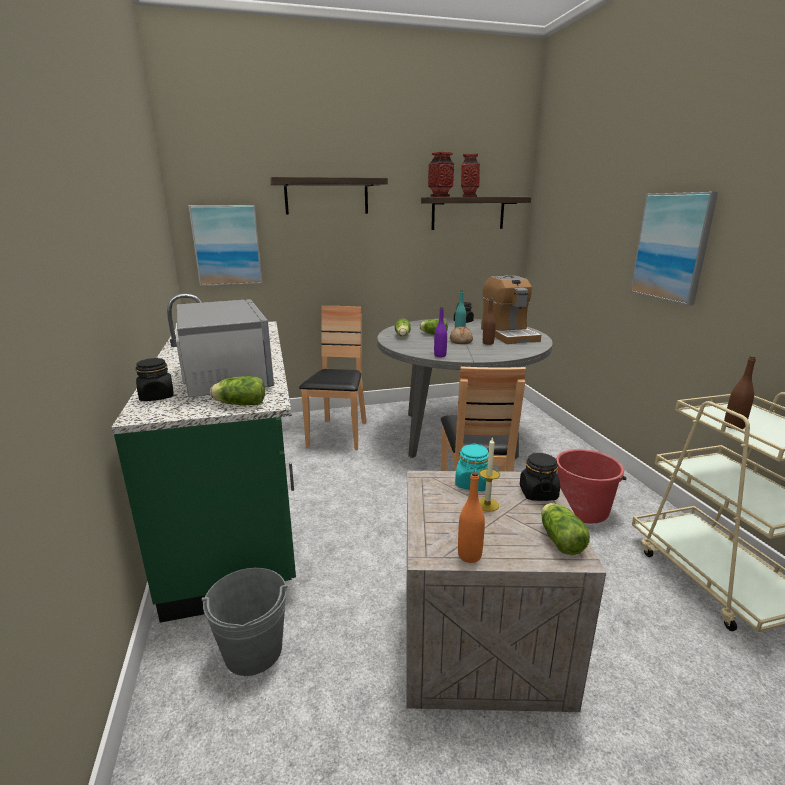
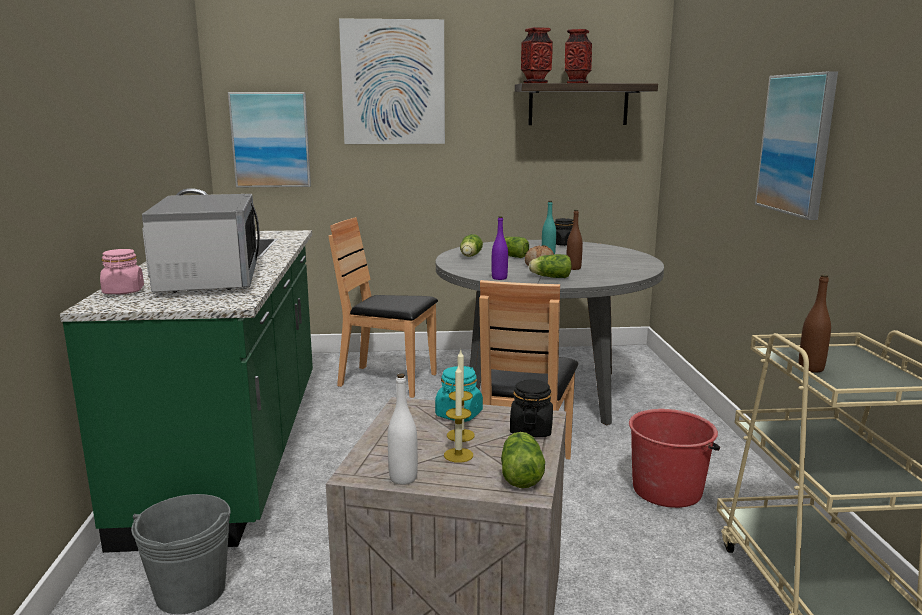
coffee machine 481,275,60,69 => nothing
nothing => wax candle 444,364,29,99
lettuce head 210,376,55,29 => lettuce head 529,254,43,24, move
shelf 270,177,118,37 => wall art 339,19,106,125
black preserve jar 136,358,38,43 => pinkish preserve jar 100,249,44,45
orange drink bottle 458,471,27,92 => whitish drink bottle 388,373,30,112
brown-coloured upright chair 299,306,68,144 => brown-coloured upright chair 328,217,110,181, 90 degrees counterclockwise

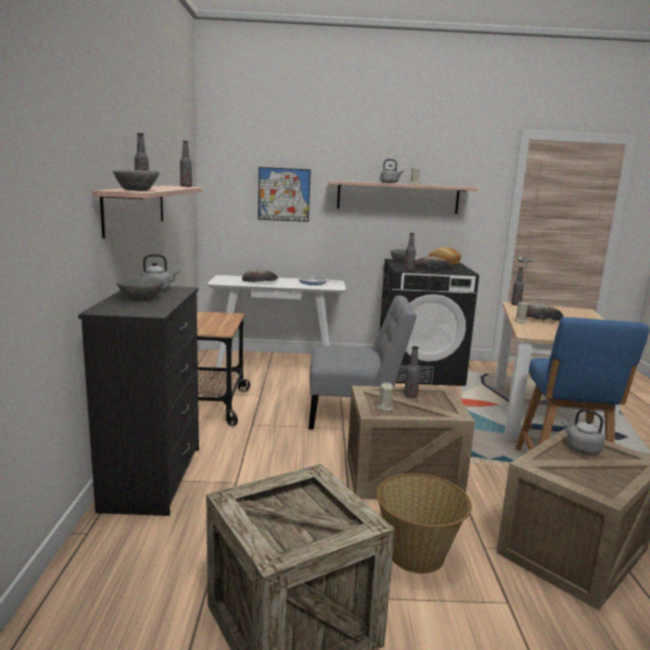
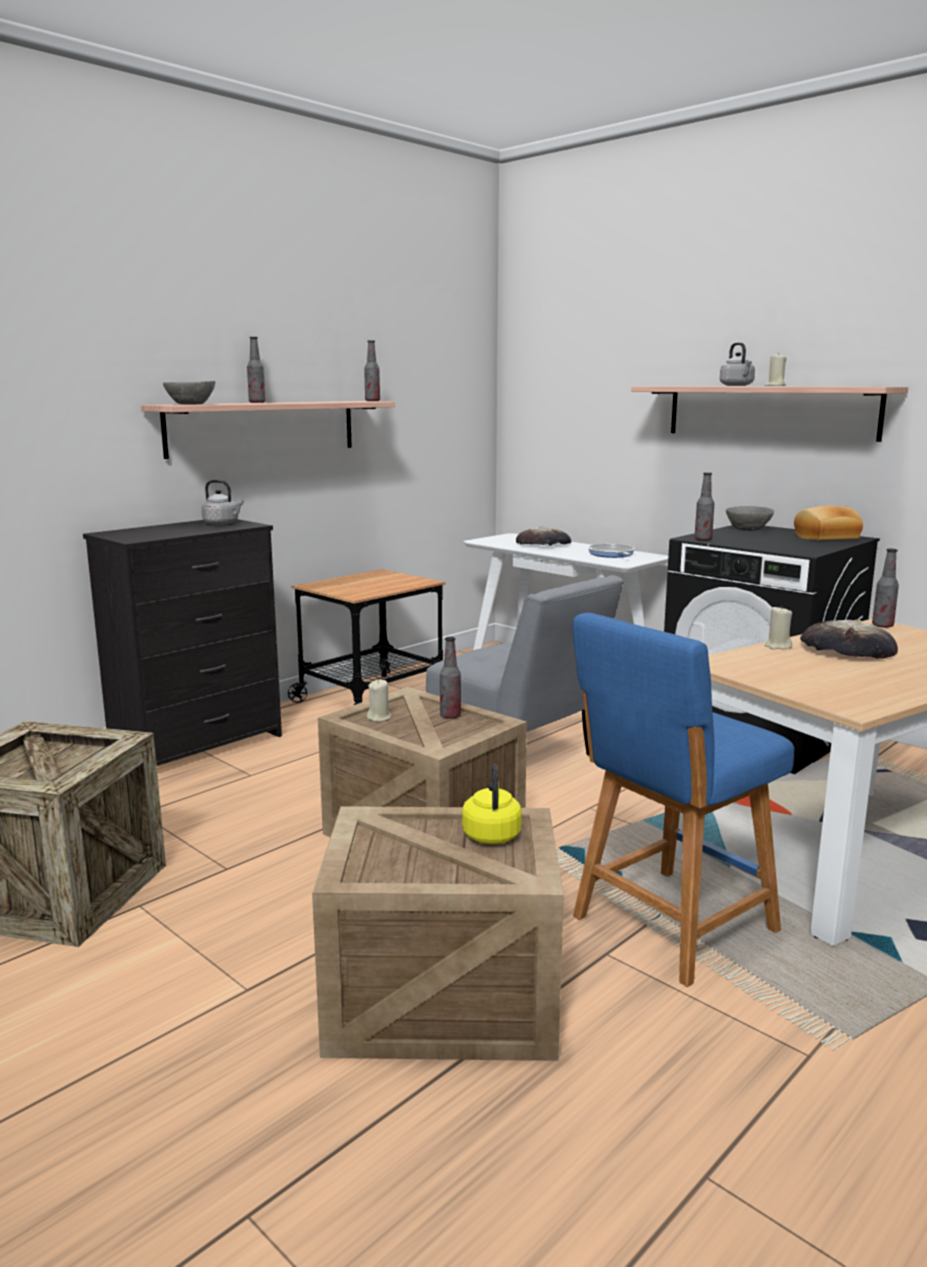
grey deep dish 116,276,48,25 => nothing
wall art 258,167,53,55 => nothing
household basket 377,473,95,101 => nothing
bread 414,256,38,14 => nothing
grey tea kettle 562,409,43,45 => yellow tea kettle 462,764,60,80

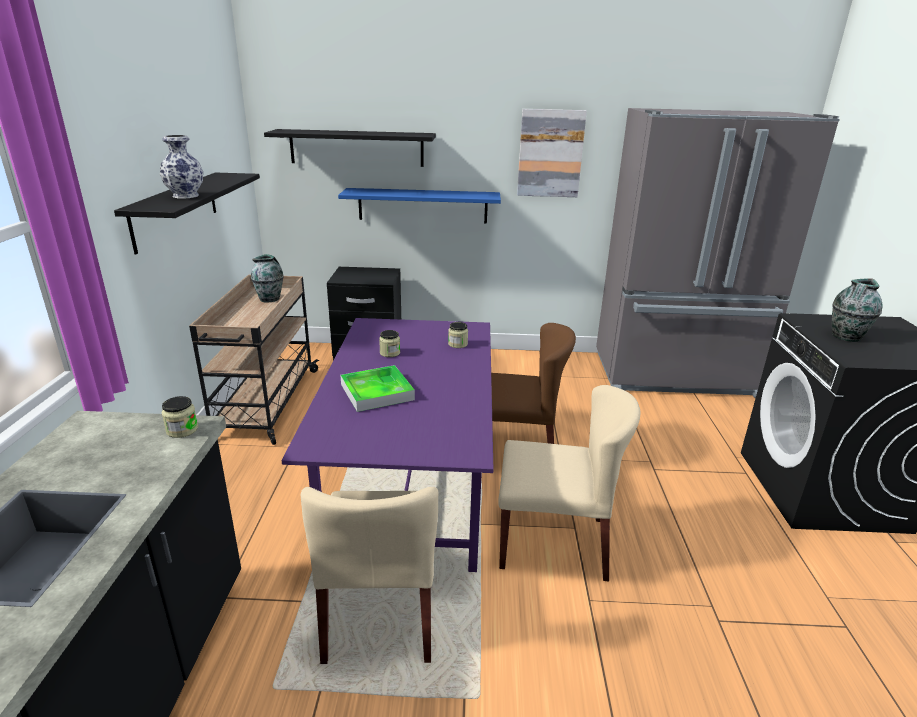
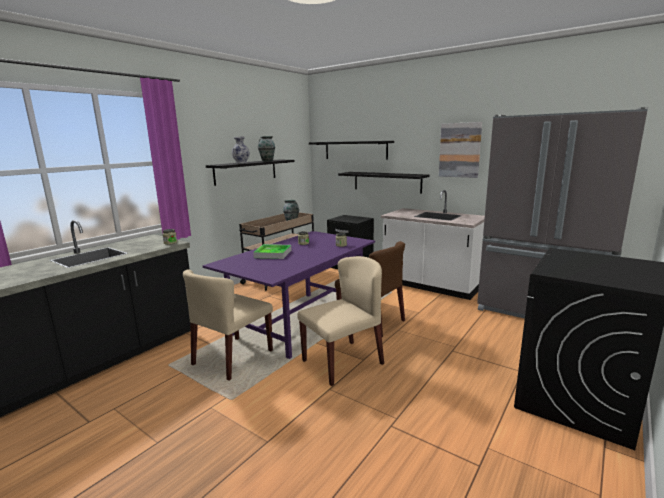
nothing => whitish counter 381,190,104,110
flower vase 832,278,50,64 => flower vase 258,136,17,25, move
blue-coloured shelf 338,188,163,35 => black shelf 338,172,91,22
beige-coloured upright chair 498,385,142,197 => beige-coloured upright chair 297,256,87,130, 75 degrees counterclockwise

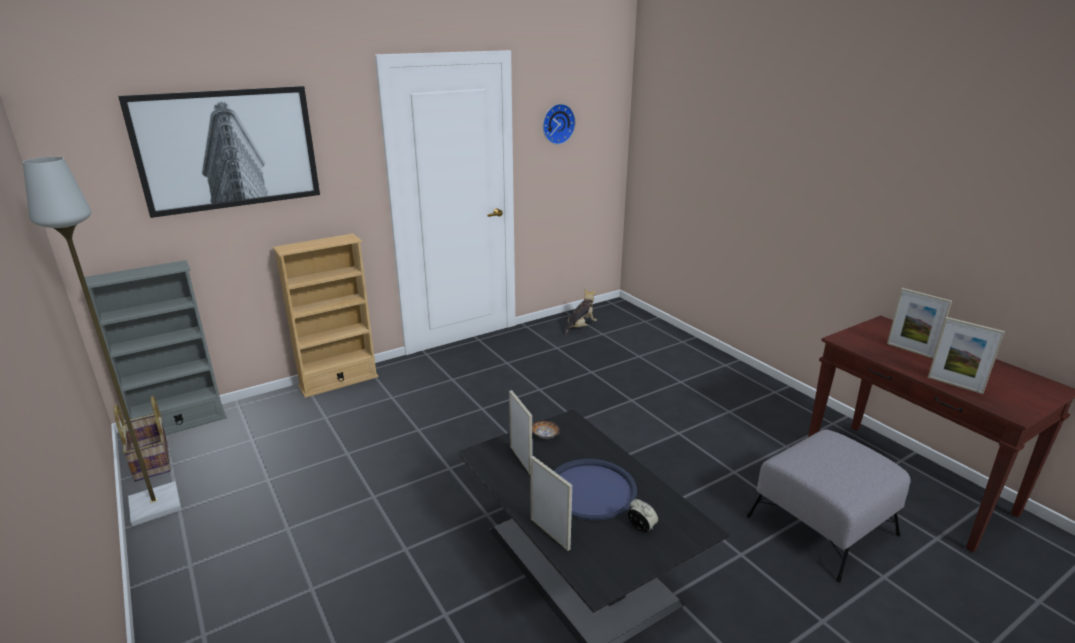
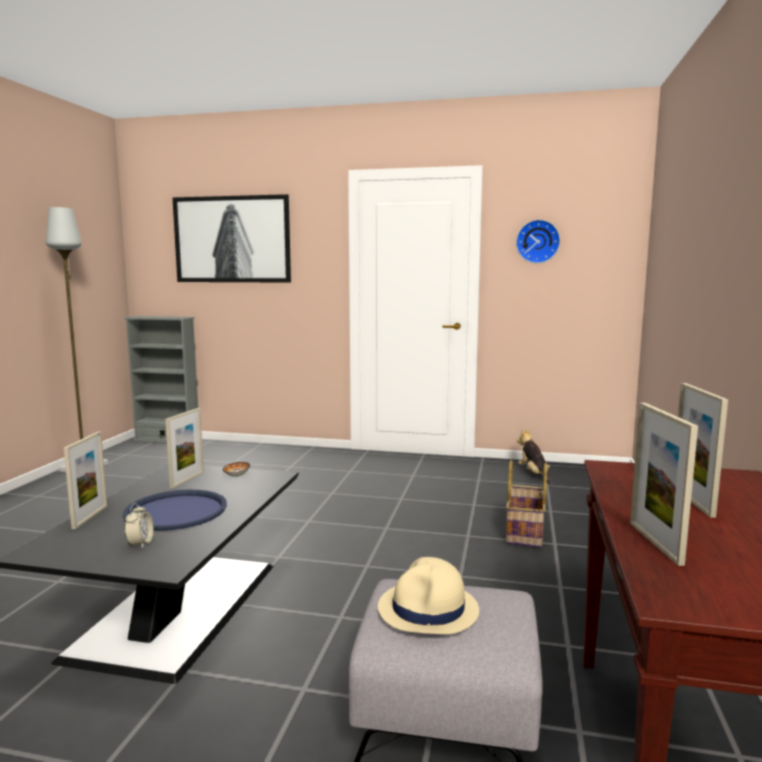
beige-coloured bookshelf 273,234,105,164 => nothing
nothing => beige-coloured wearable hat 378,557,101,77
household basket 114,396,57,86 => household basket 506,460,41,87, move
soft toy 565,289,32,47 => soft toy 517,429,36,55, 105 degrees counterclockwise

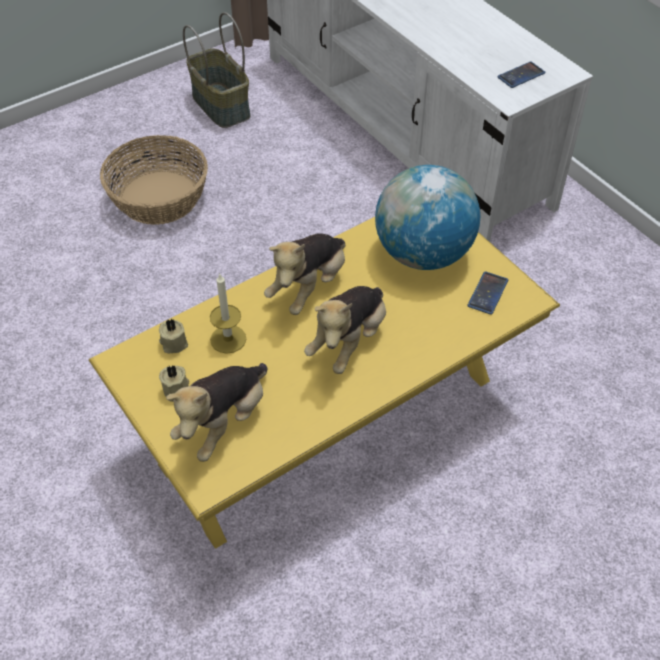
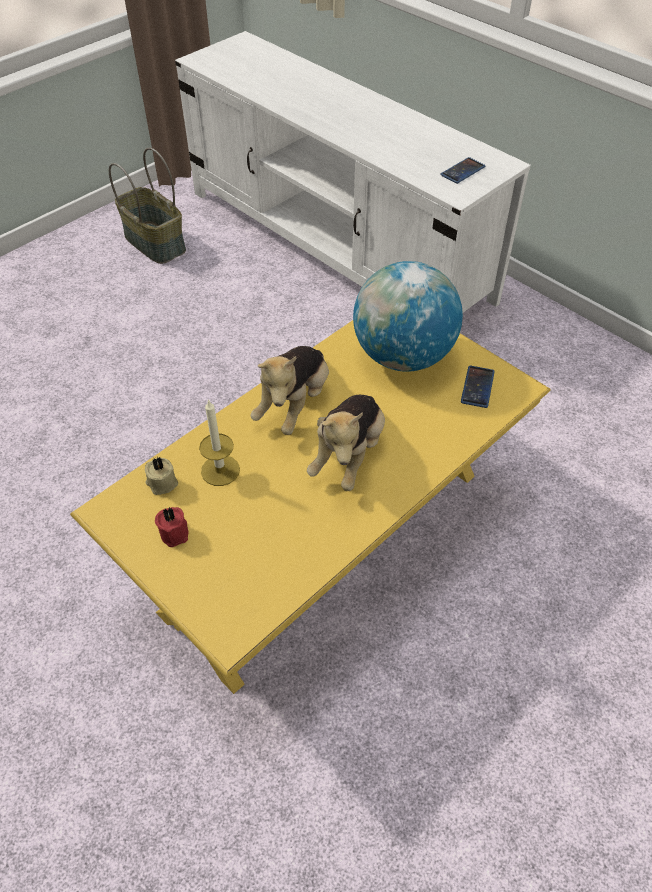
household basket 100,135,108,90 => nothing
soft toy 166,363,102,99 => nothing
beige-coloured wax candle 159,365,30,37 => red-coloured wax candle 155,507,33,40

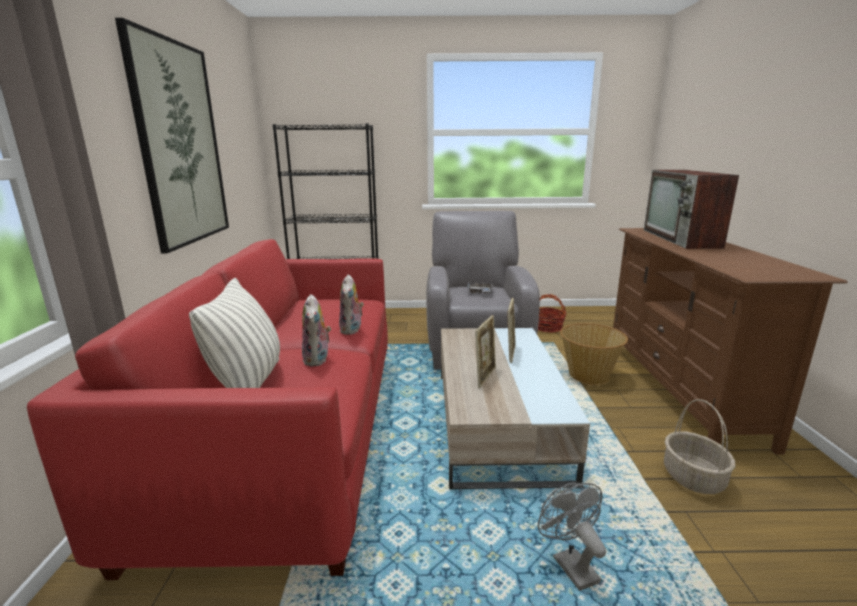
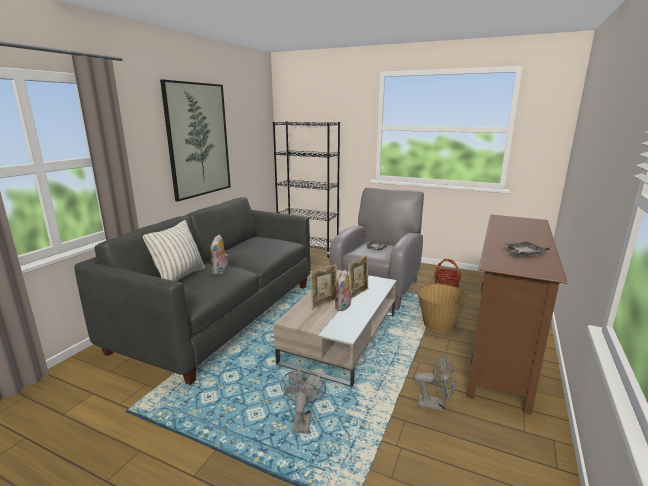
television 644,170,95,79 => nothing
nothing => grey carrying tray 506,241,44,16
soft toy 339,274,25,61 => soft toy 335,270,18,41, move
household basket 664,399,71,95 => grey electric fan 414,355,42,56
red-coloured sofa 27,239,361,341 => grey sofa 74,197,236,188

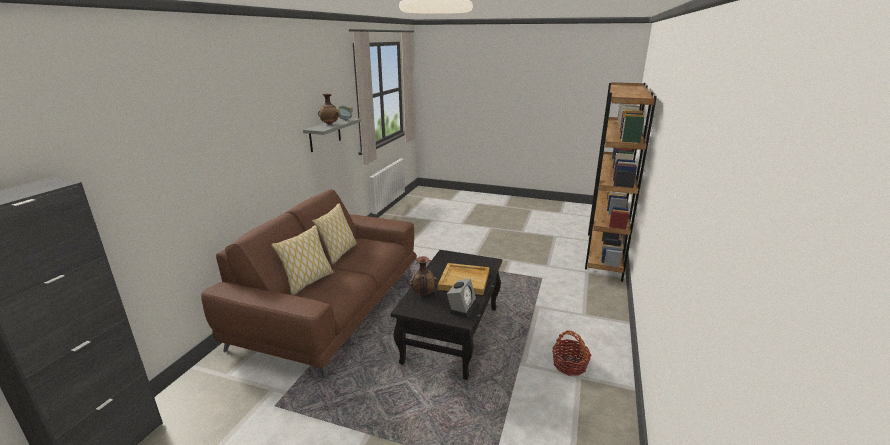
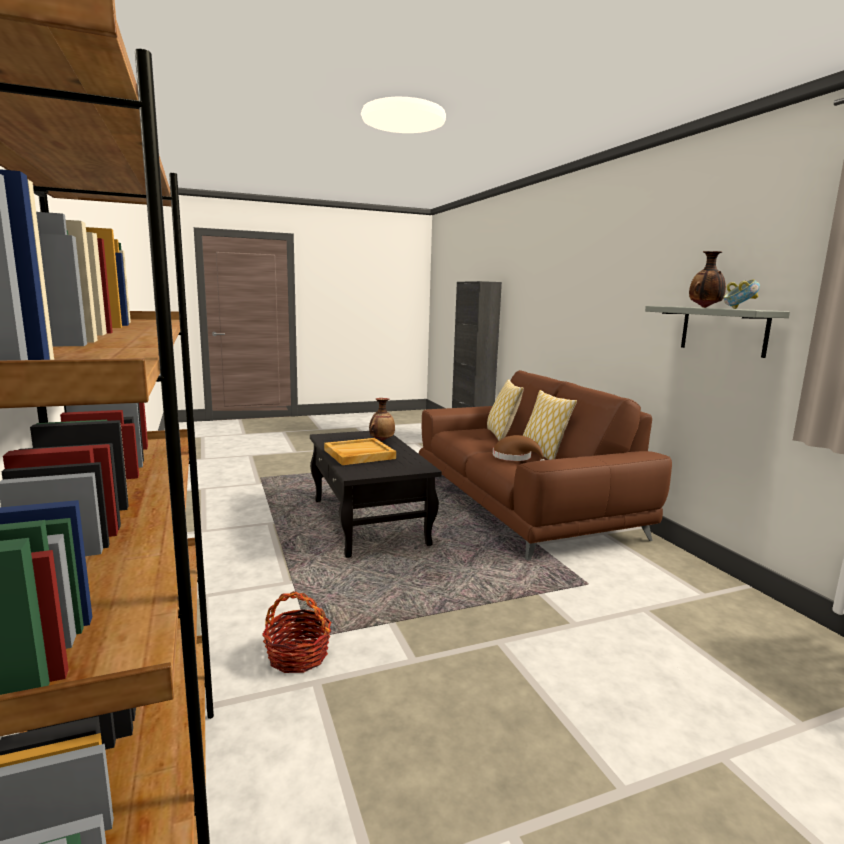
bedside clock 447,279,30,39 => nothing
nothing => brown-coloured wearable hat 493,435,52,26
household basket 552,330,40,46 => household basket 262,591,69,82, move

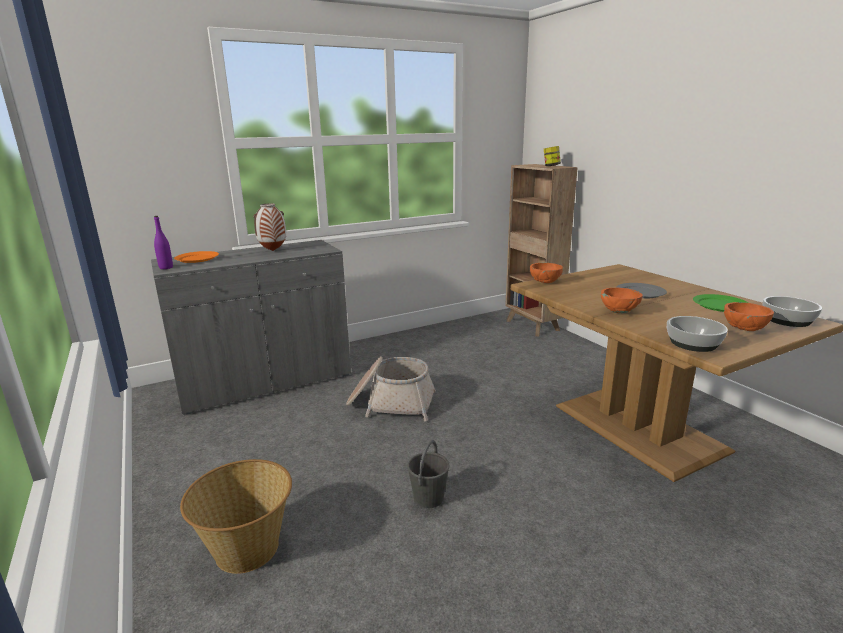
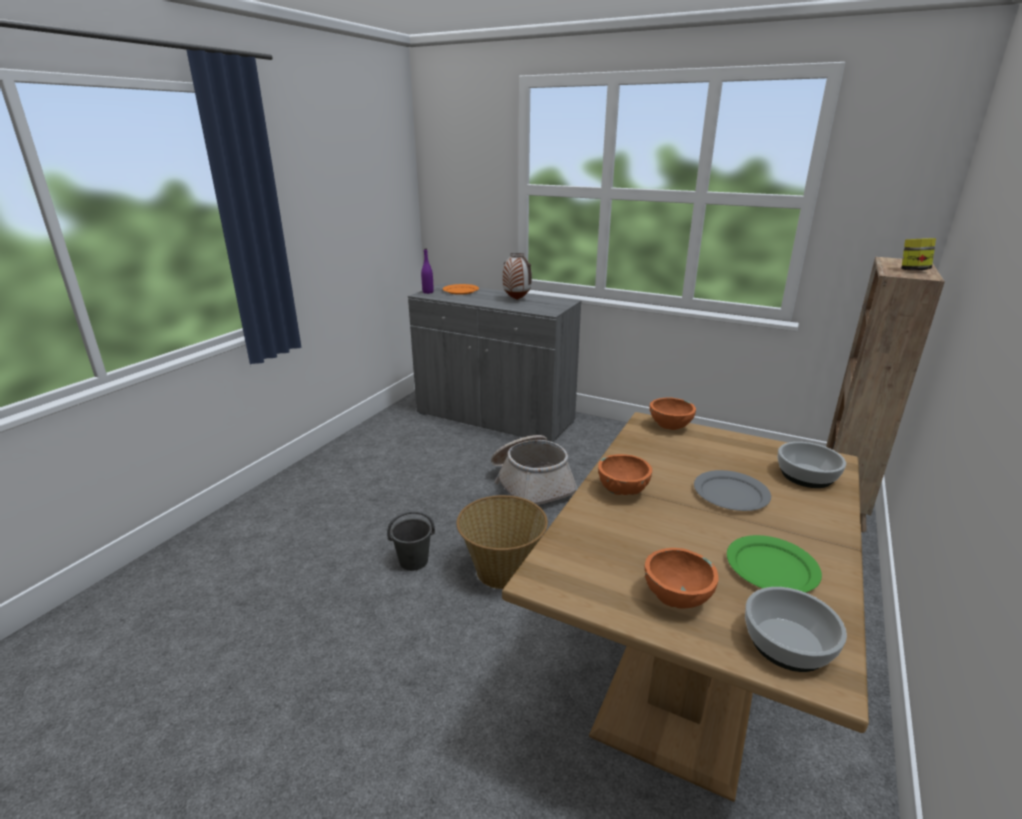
household basket 180,459,112,115 => household basket 456,495,92,94, move
deep dish 667,316,61,36 => deep dish 777,442,69,46, move

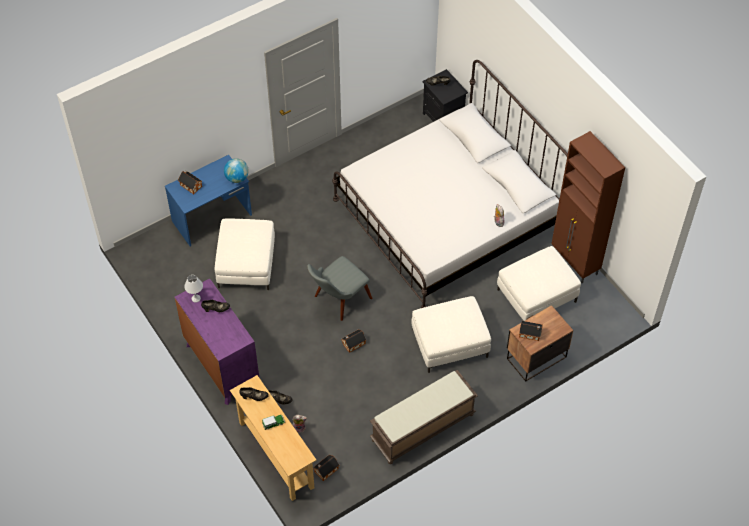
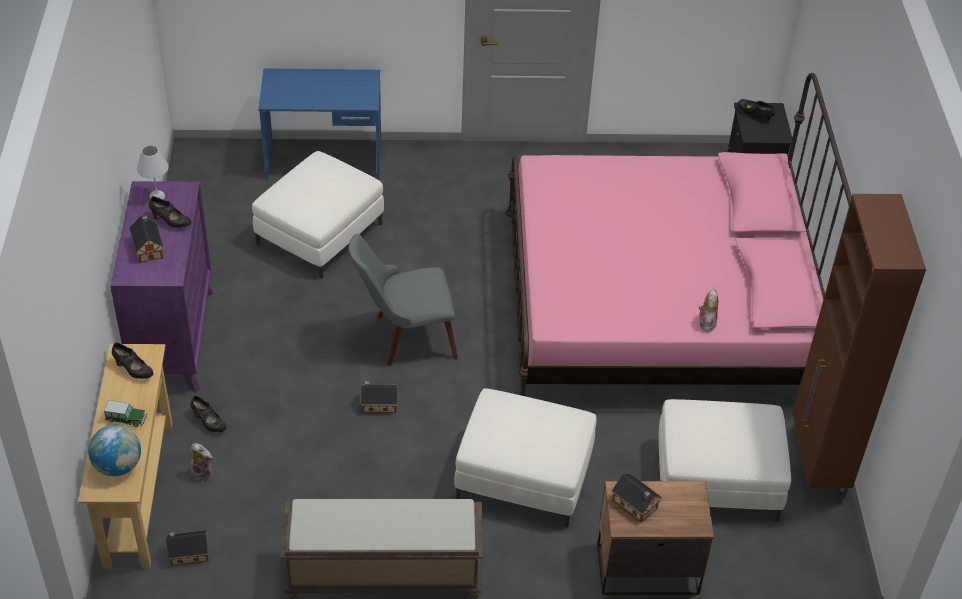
toy house 178,170,24,24 => toy house 129,216,34,47, move
desk globe 224,158,25,25 => desk globe 88,425,53,51, move
whitish bedroom bed 332,60,236,248 => pinkish bedroom bed 506,73,346,323

